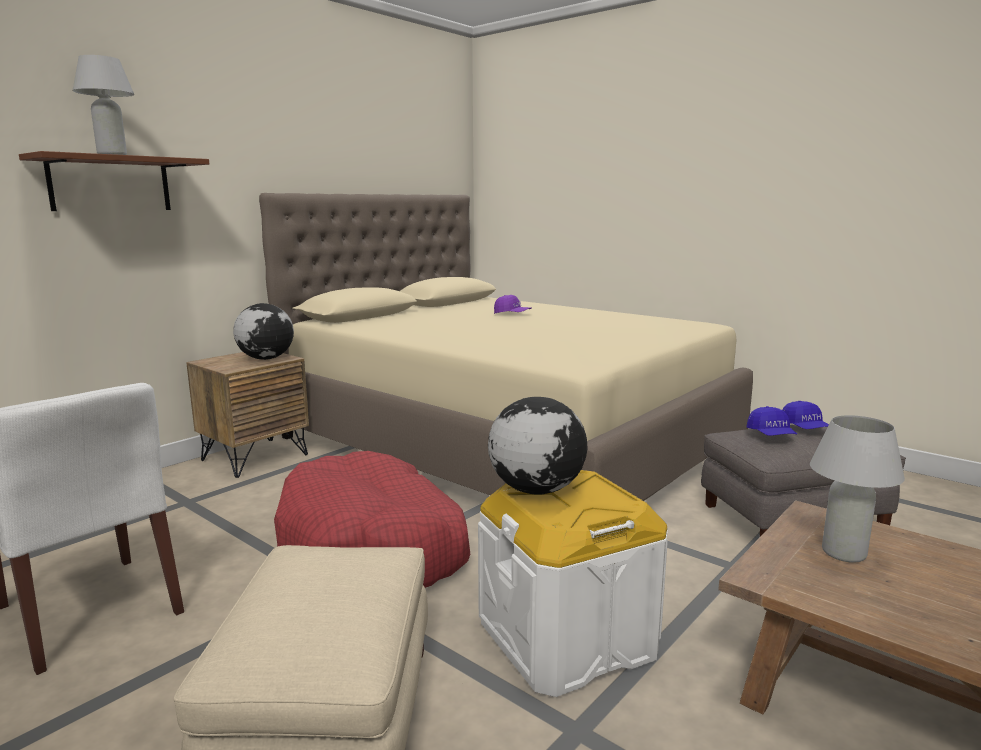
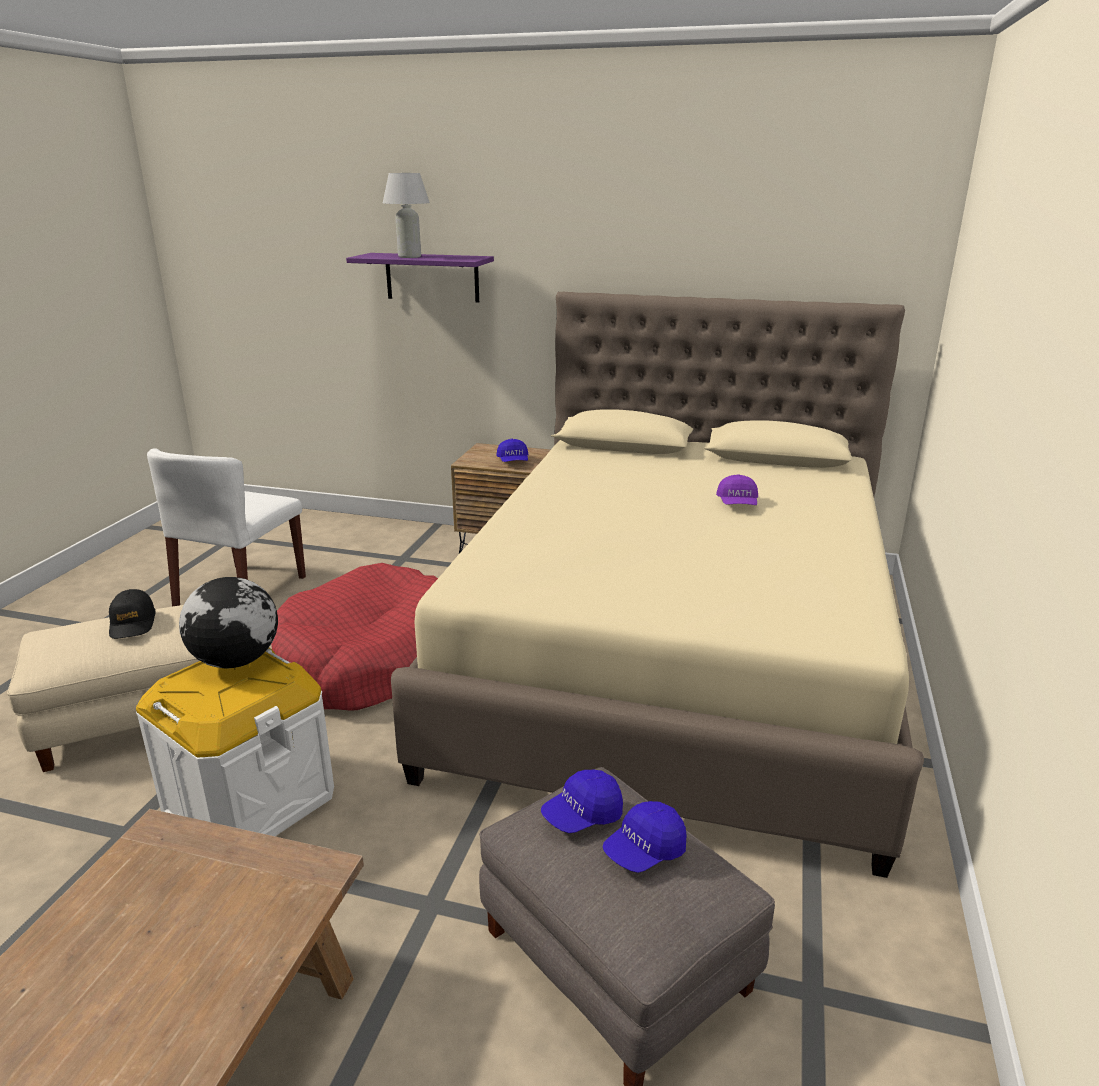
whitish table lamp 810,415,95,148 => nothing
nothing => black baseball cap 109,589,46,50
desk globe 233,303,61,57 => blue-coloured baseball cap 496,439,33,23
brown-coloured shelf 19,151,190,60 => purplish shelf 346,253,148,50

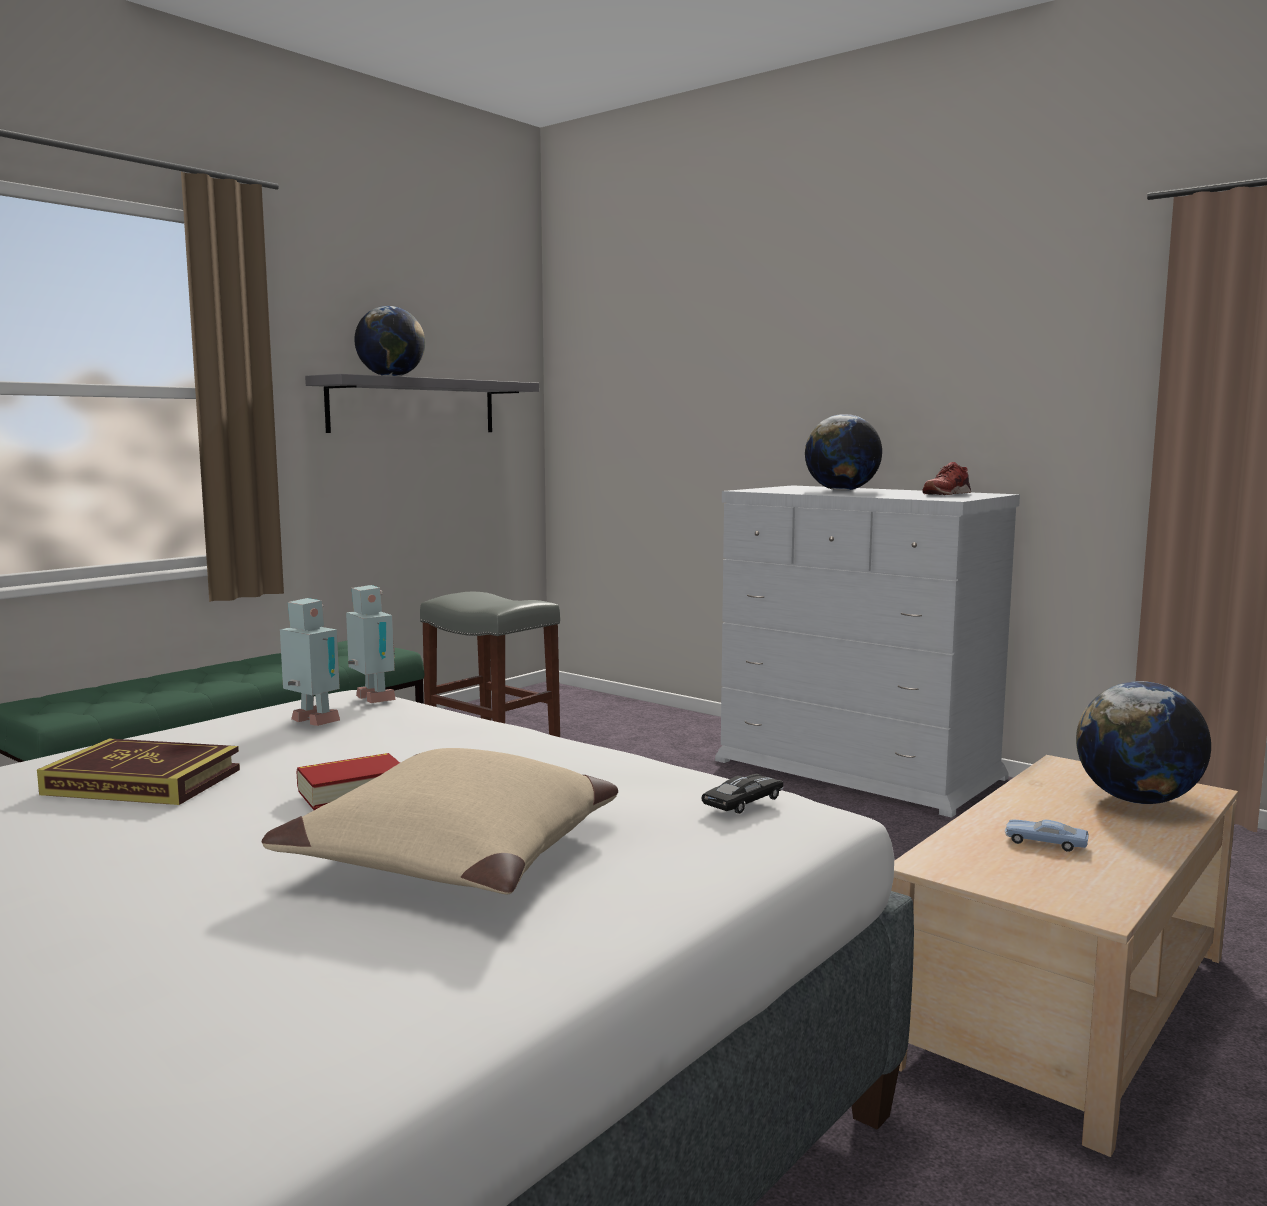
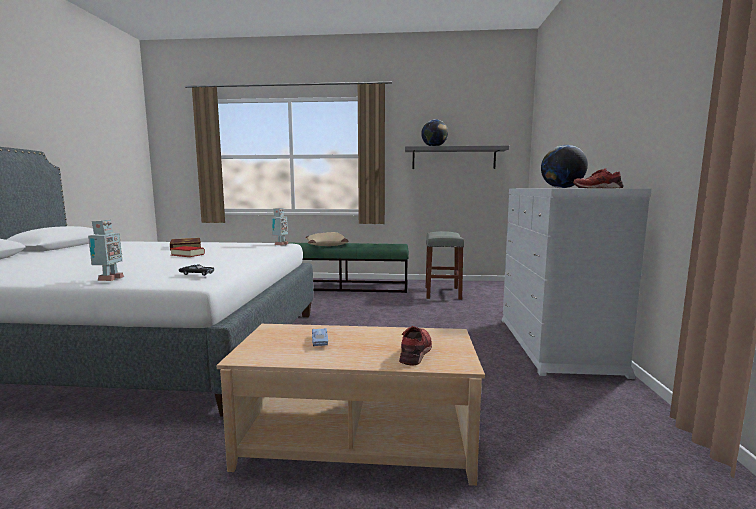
beige-coloured cushion 261,748,357,146 => beige-coloured cushion 306,232,43,14, move
robot figure 280,598,60,128 => robot figure 88,220,36,61, move
desk globe 1076,681,135,123 => red-coloured shoe 399,326,33,40

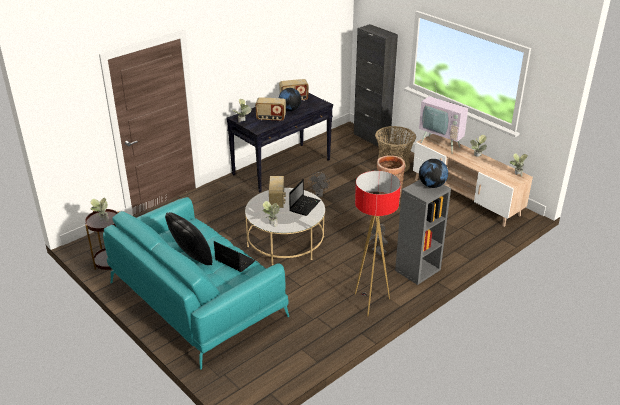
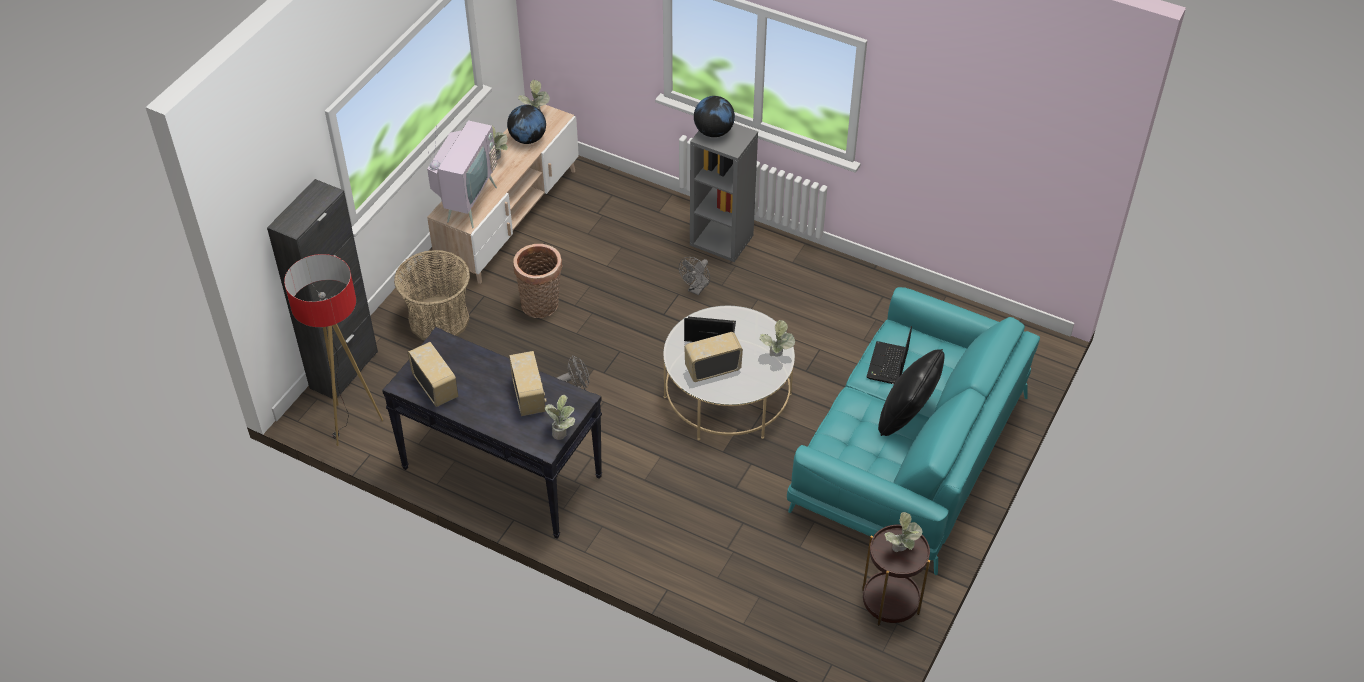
desk globe 279,88,23,23 => desk globe 507,105,39,39, move
standard lamp 355,171,46,146 => standard lamp 284,254,99,192, move

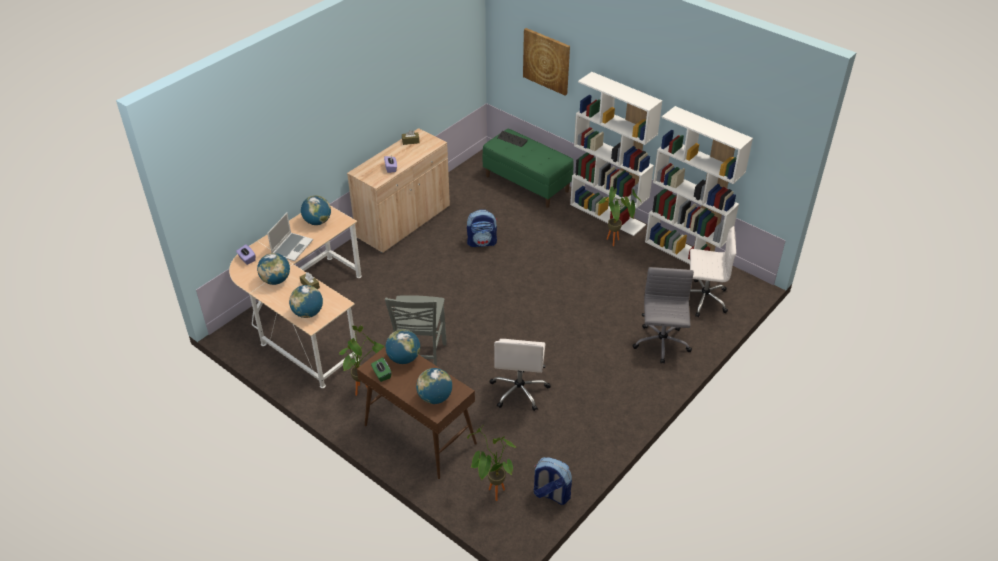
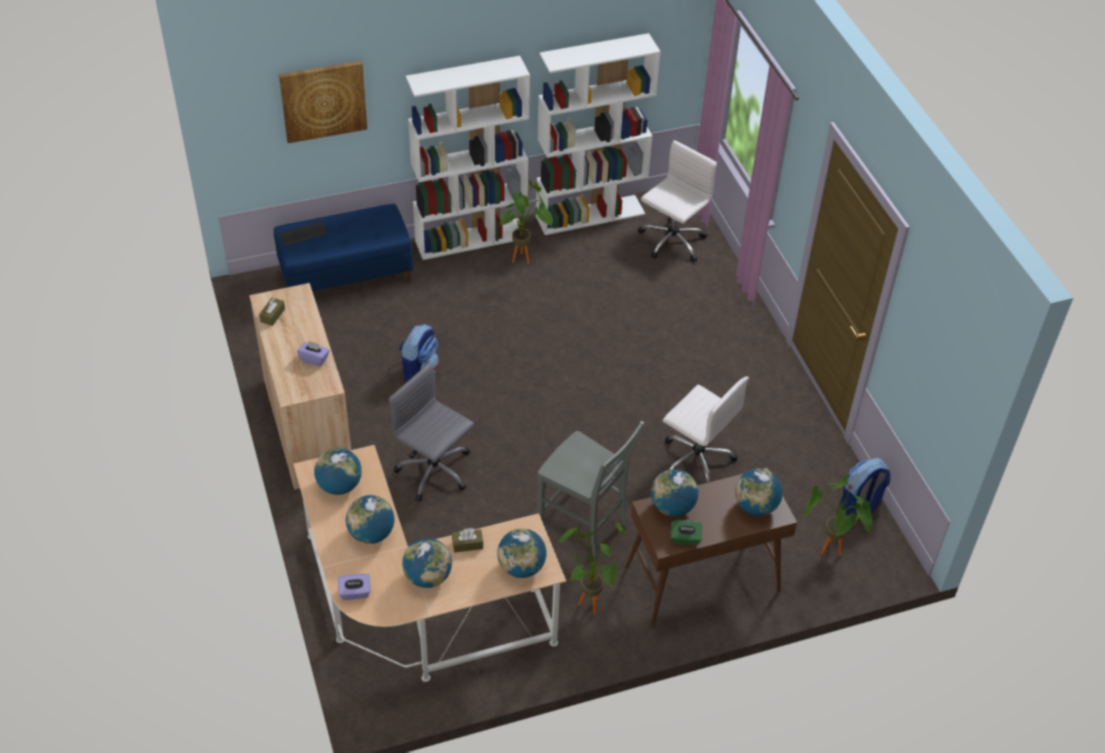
grey office chair 632,267,62,96 => grey office chair 389,363,85,138, move
notebook computer 267,213,46,48 => desk globe 346,495,48,49
green long seat 482,129,92,79 => blue-coloured long seat 274,204,139,87

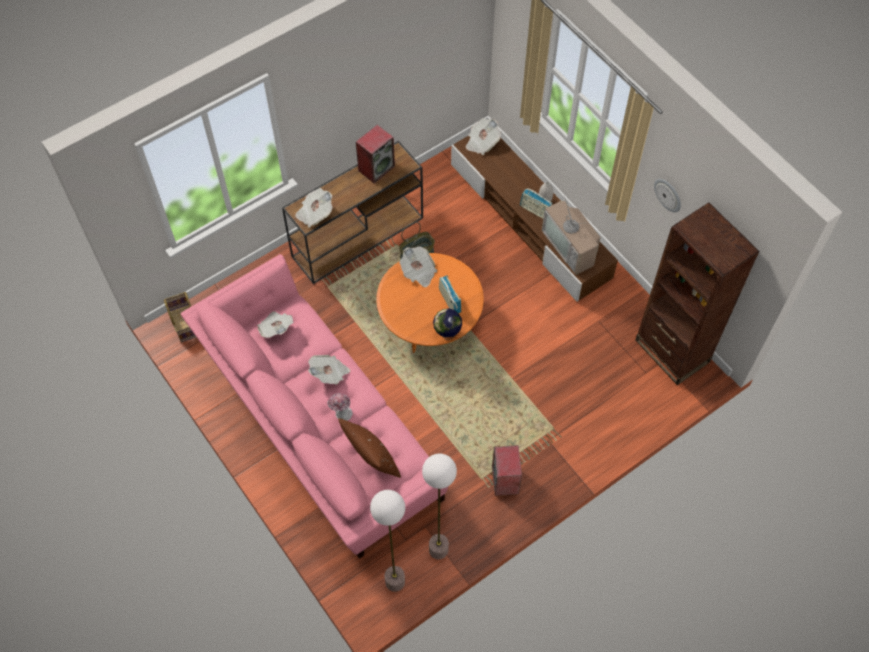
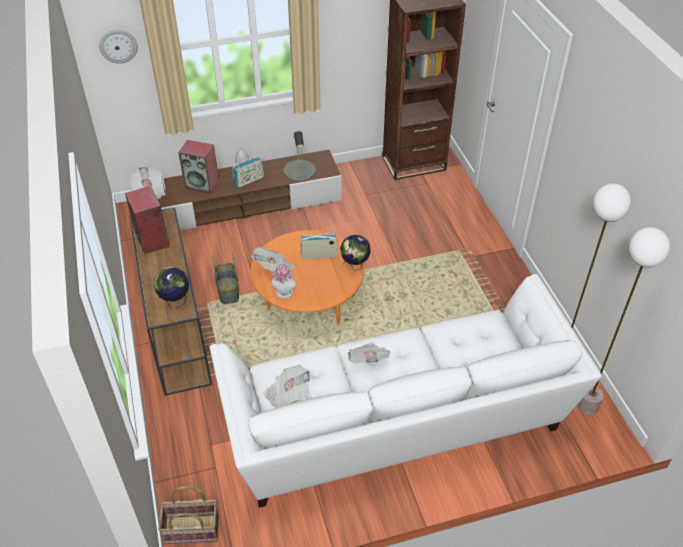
brown-coloured cushion 338,418,63,60 => nothing
wearable hat 327,393,26,28 => wearable hat 271,264,25,34, move
loudspeaker 492,445,30,51 => loudspeaker 178,140,41,53, move
clock on the wall 654,179,27,33 => clock on the wall 99,30,39,34, move
daily paper 295,188,38,40 => desk globe 154,267,35,41
television 542,195,59,80 => grey table lamp 283,131,33,50
pinkish sofa 181,254,268,305 => whitish sofa 209,274,393,234

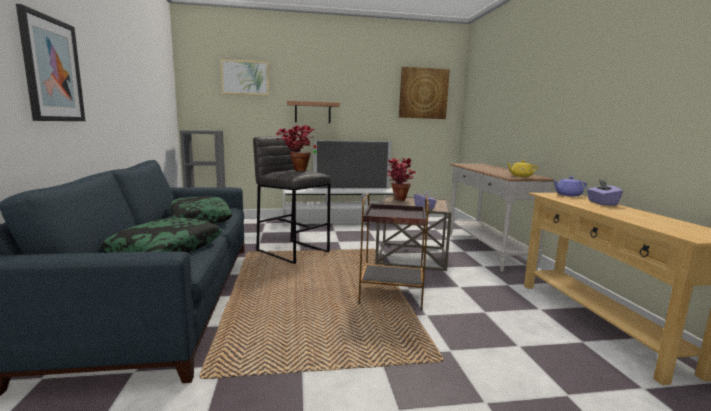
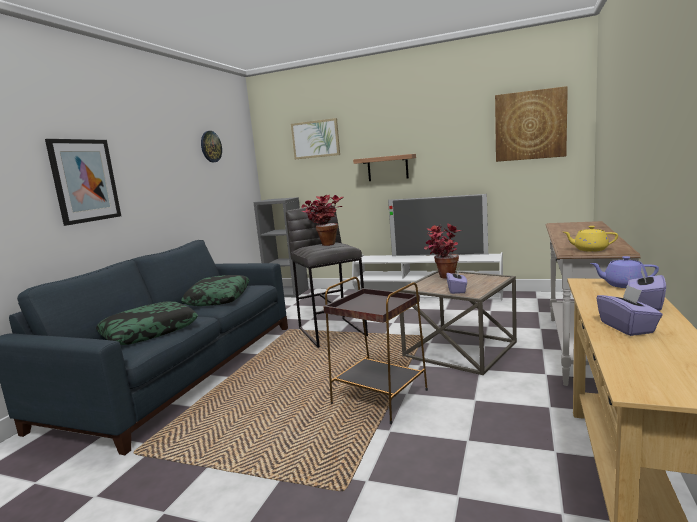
nothing => clock on the wall 201,131,21,31
nothing => purplish box of tissues 596,285,67,51

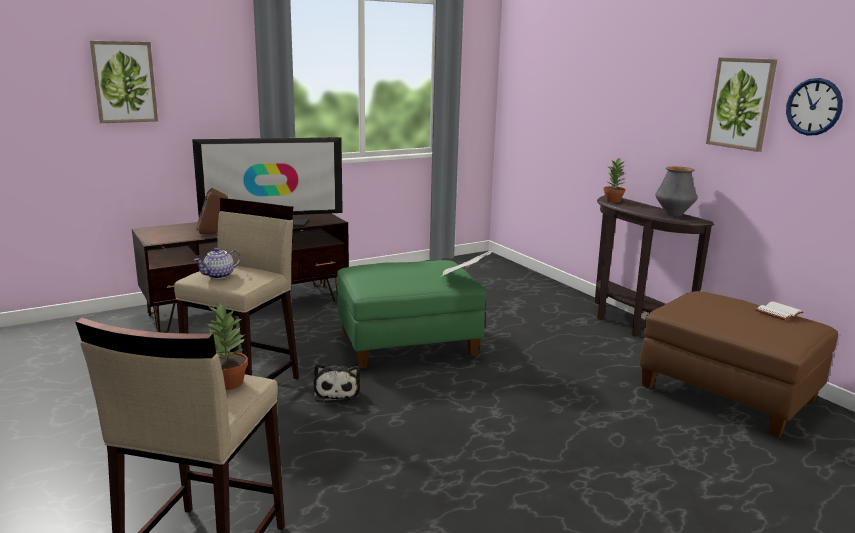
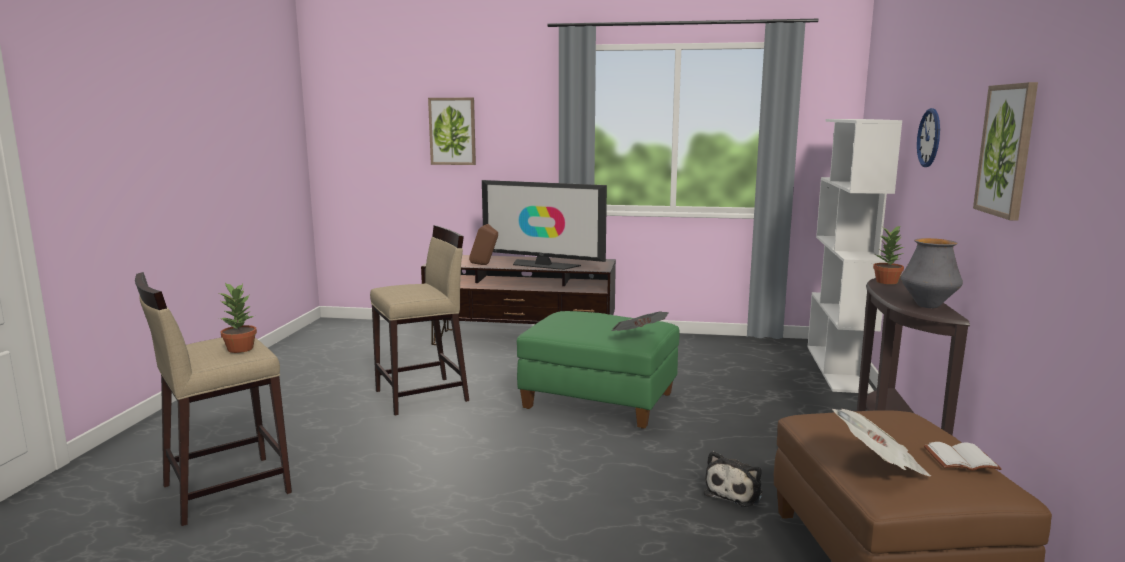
pot for tea 194,248,47,31 => nothing
nothing => whitish bookshelf 808,119,94,275
nothing => daily paper 832,409,99,68
soft toy 313,363,47,39 => soft toy 704,451,59,56, move
clock on the wall 786,78,57,58 => clock on the wall 917,108,23,59, move

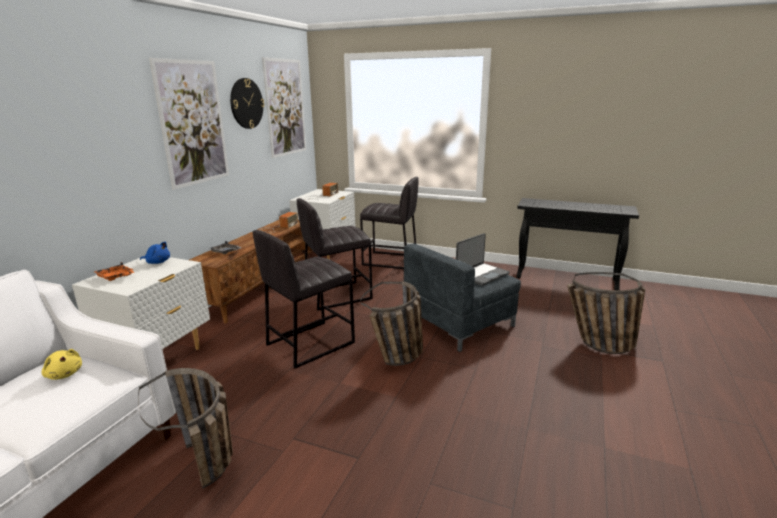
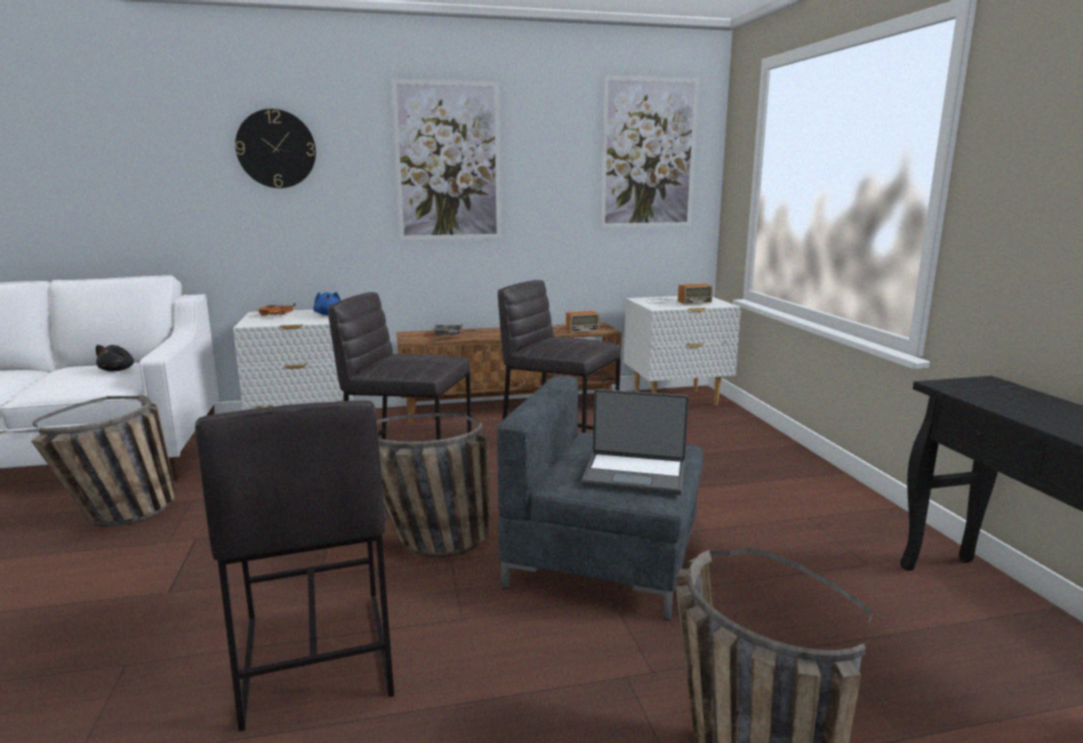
clock on the wall 230,78,34,51 => clock on the wall 235,109,81,79, move
grey stool 360,177,59,92 => grey stool 195,400,199,331, move
yellow soft toy 42,349,40,31 => black soft toy 96,345,38,26

